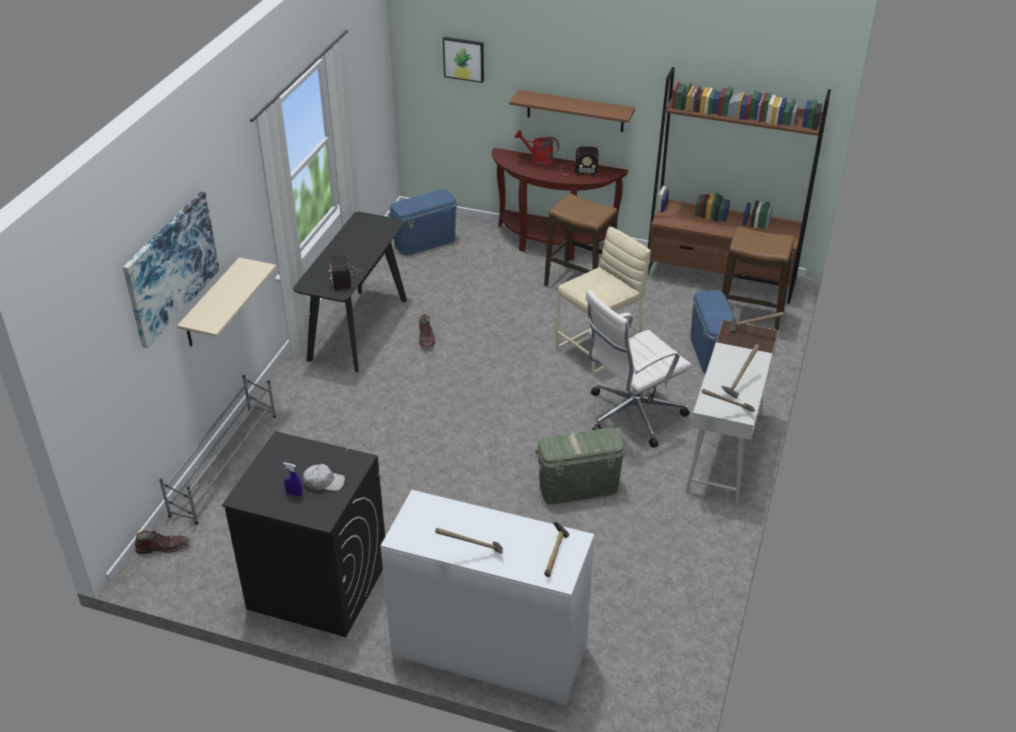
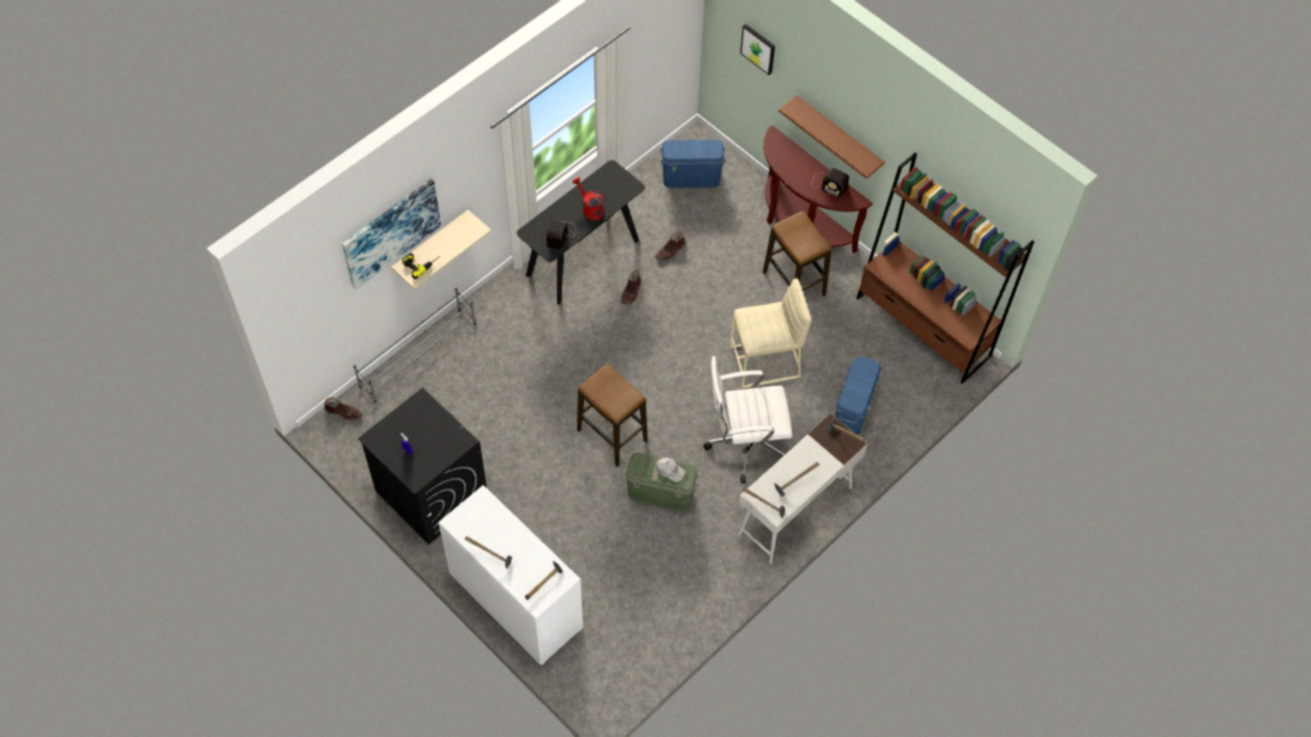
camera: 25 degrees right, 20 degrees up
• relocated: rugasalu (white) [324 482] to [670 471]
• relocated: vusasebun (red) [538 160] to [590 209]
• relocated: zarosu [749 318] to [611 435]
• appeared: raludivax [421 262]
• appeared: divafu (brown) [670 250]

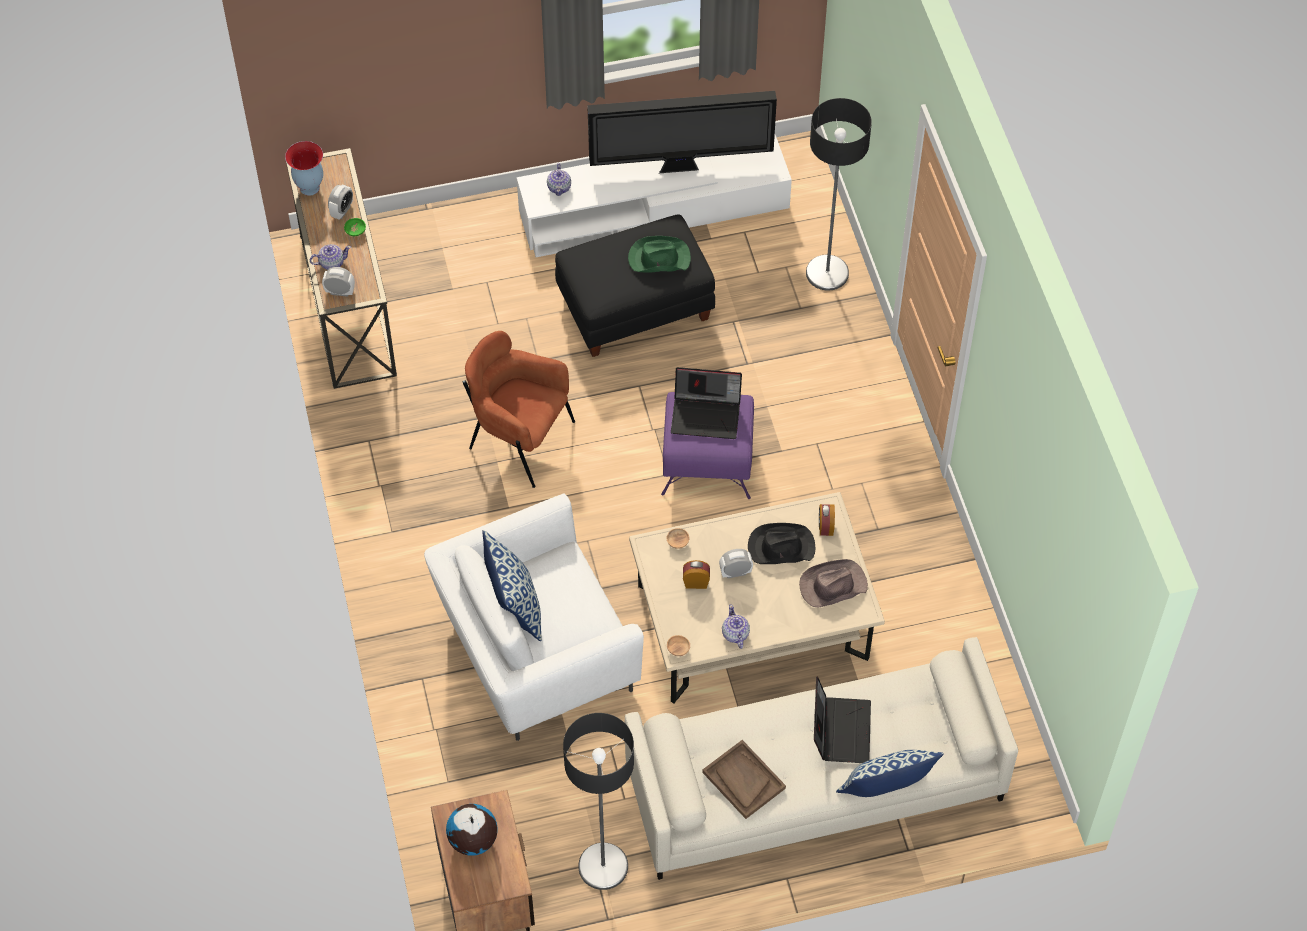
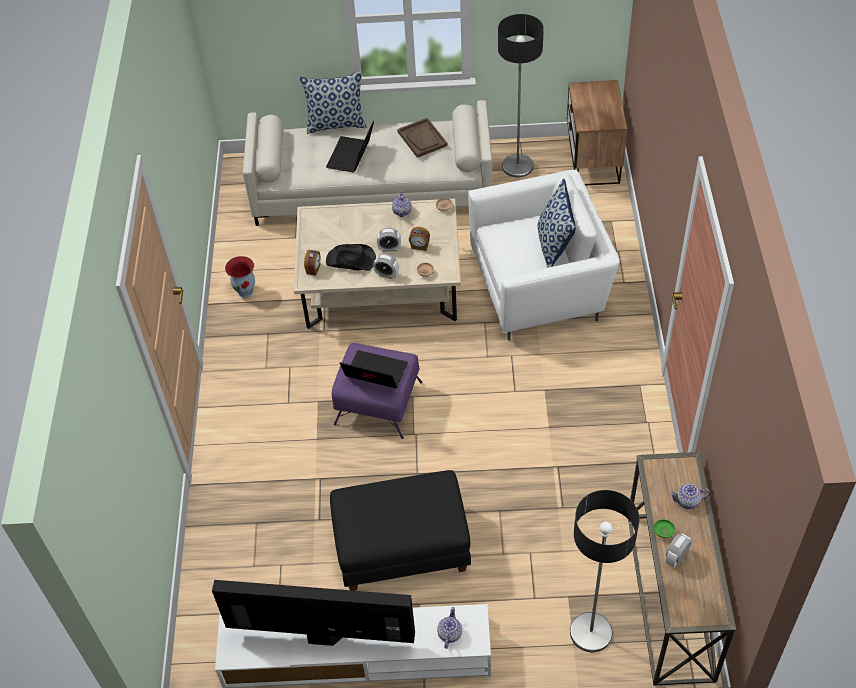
camera: 165 degrees left, 5 degrees down
• relocated: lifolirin [309 188] to [246 291]
• relocated: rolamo [340 292] to [387 274]
• missing: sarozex [473 841]
• missing: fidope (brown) [519 440]
• missing: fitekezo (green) [658 258]
• missing: fitekezo (brown) [832 585]
• relocated: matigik [827 273] to [590 632]

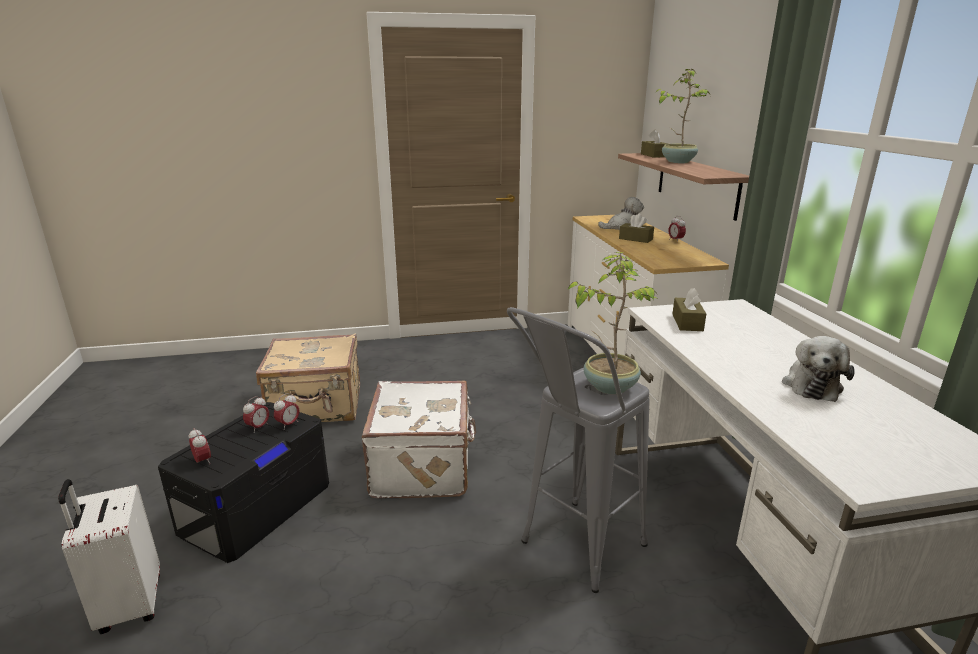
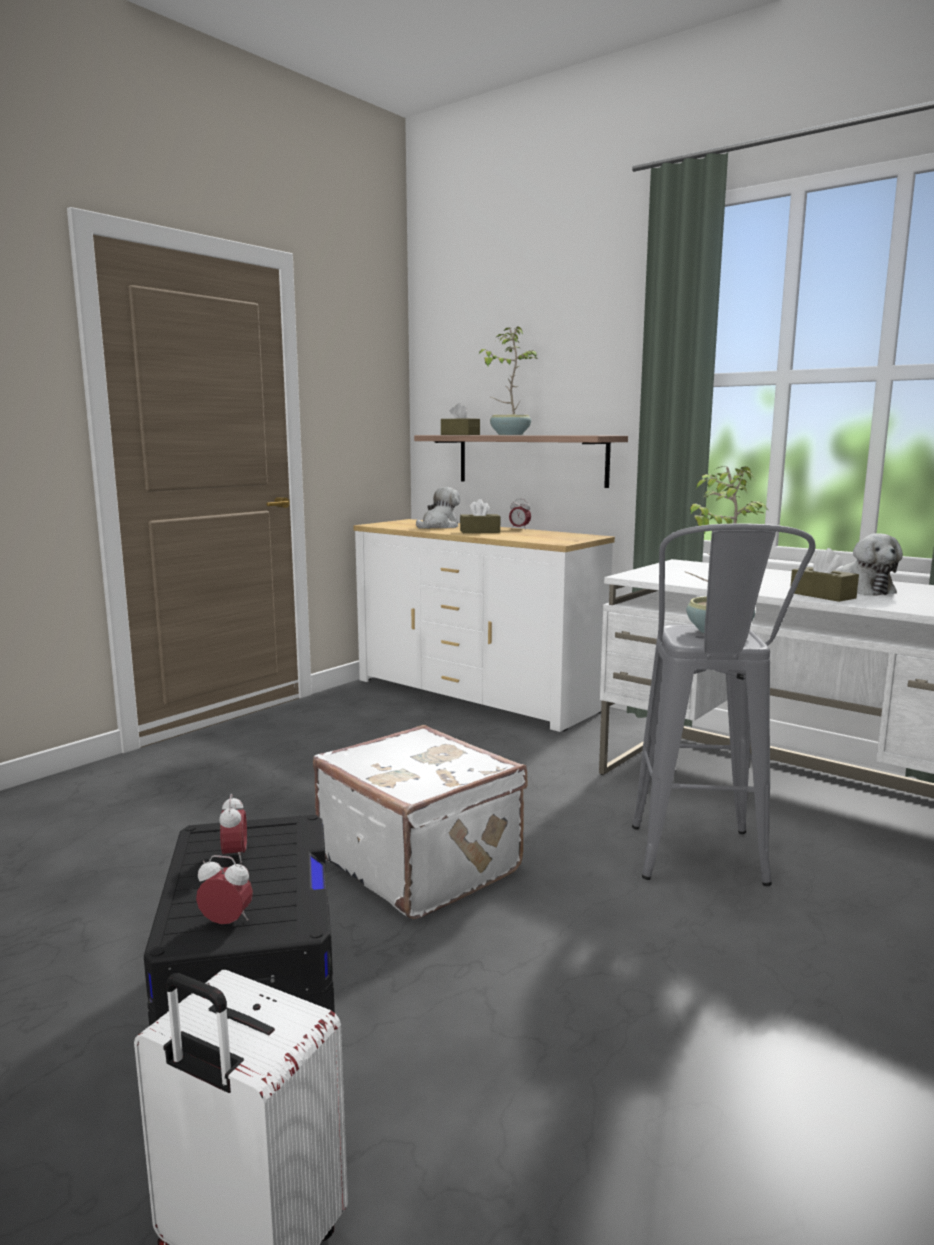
camera: 40 degrees left, 10 degrees down
• missing: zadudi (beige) [317 406]
• missing: rolamo [288 424]
• relocated: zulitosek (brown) [687 322] to [822 595]

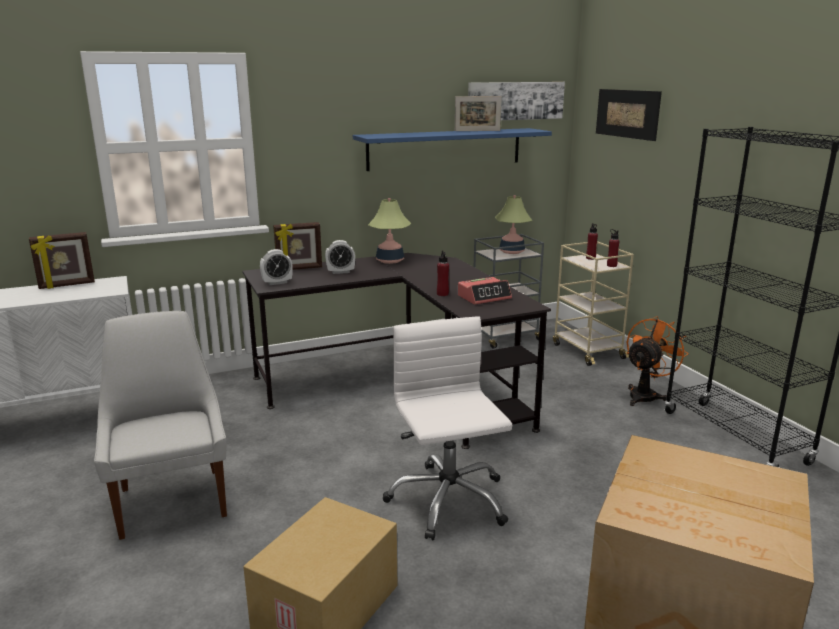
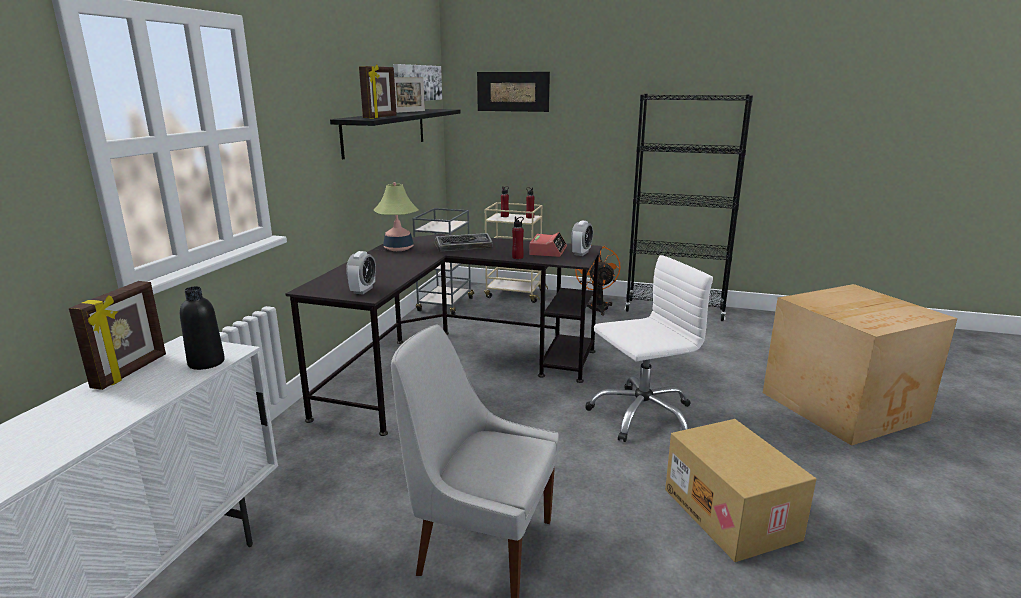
camera: 50 degrees left, 0 degrees up
• relocated: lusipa [299 269] to [381 117]
• relocated: rolamo [340 272] to [581 253]
• colour: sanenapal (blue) [445 149] to sanenapal (black) [385 131]
• spun: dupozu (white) [447 500] = [642 415] 135 degrees clockwise
• missing: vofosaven [511 251]
• appeared: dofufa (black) [206 363]
• appeared: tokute [464 247]

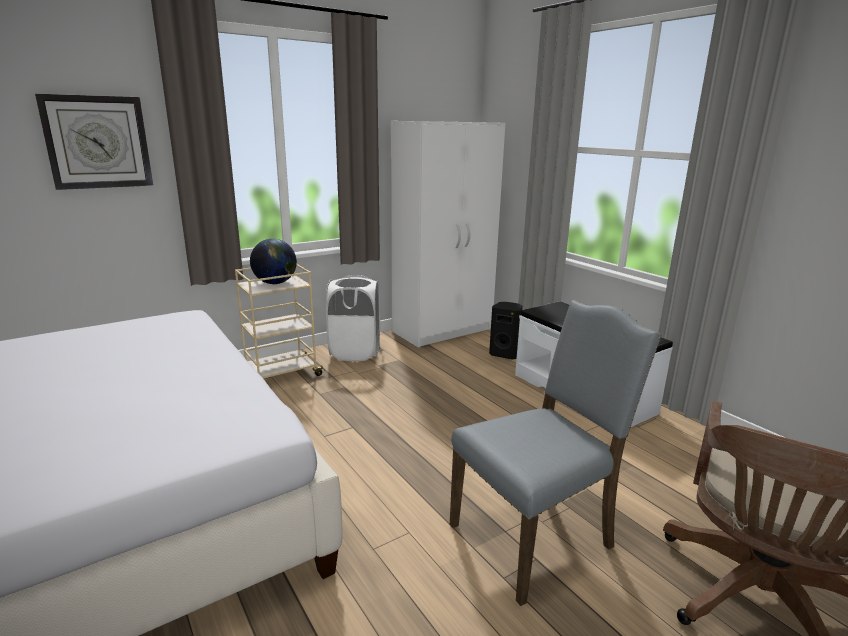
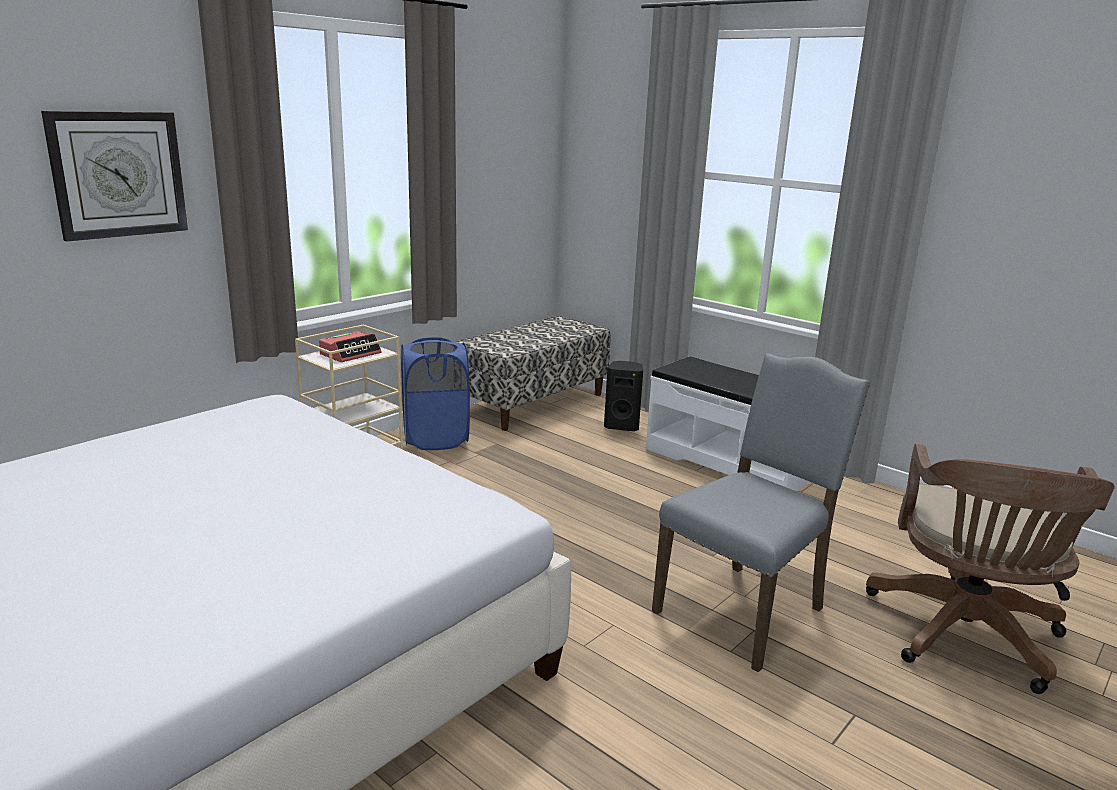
camera: 15 degrees left, 0 degrees up
• exchanged: sarozex [275 283] to rolamo [350 354]
• colour: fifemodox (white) [355 352] to fifemodox (blue) [435 438]
• exchanged: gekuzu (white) [443 330] to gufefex [533 403]

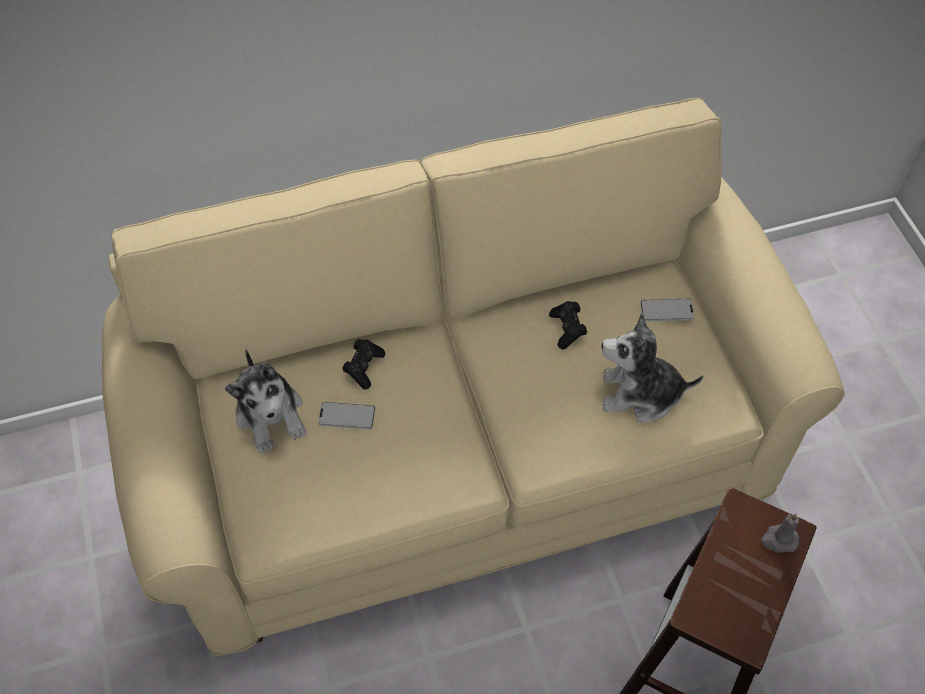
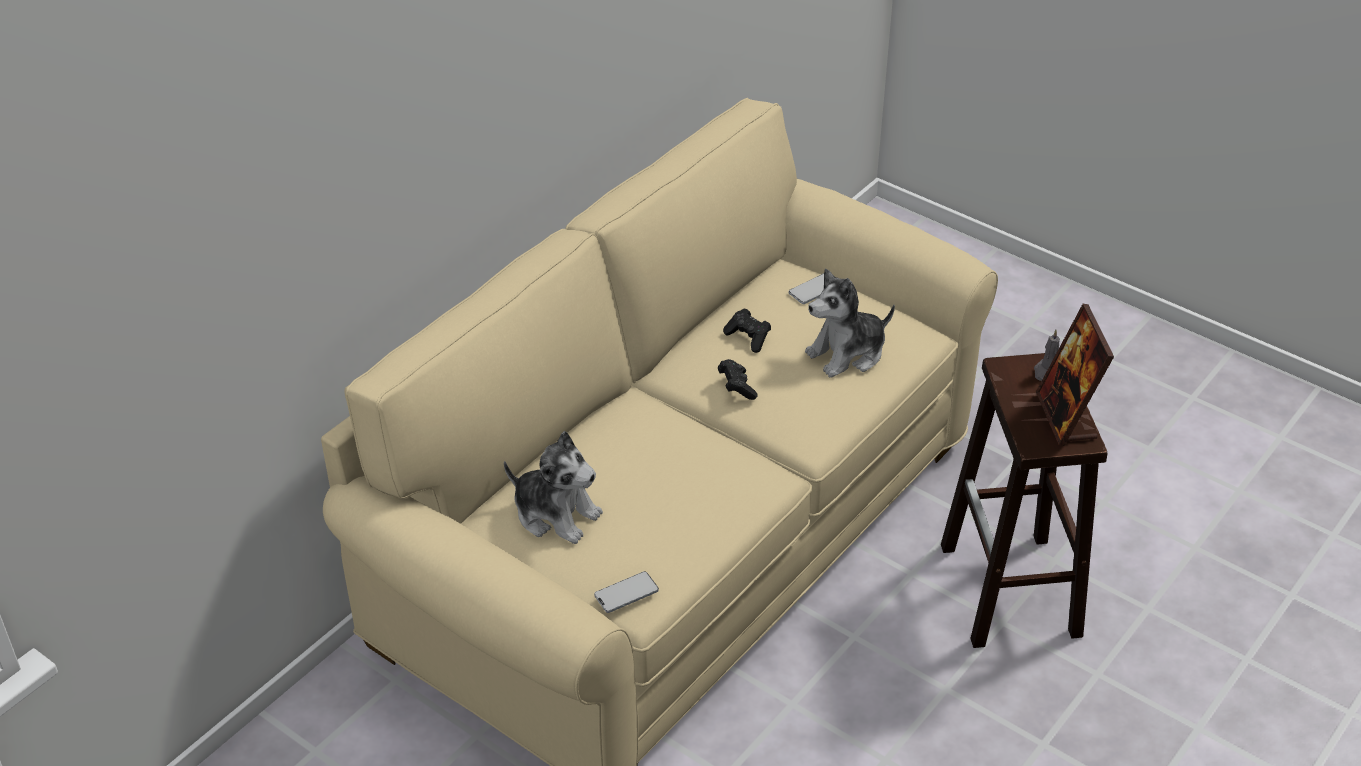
camera: 35 degrees left, 15 degrees down
• relocated: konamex [347 416] to [626 593]
• relocated: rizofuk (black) [364 368] to [736 387]
• appeared: lusipa [1066 417]

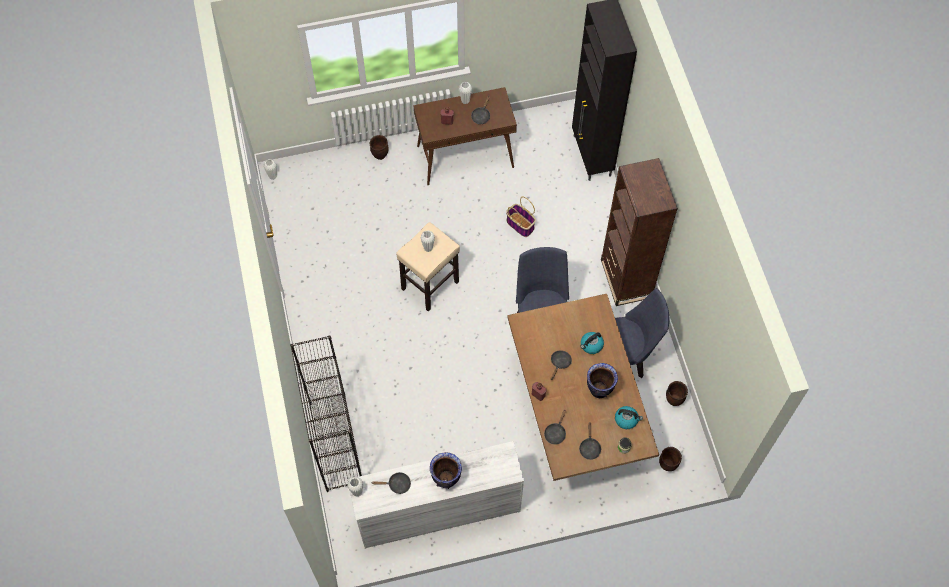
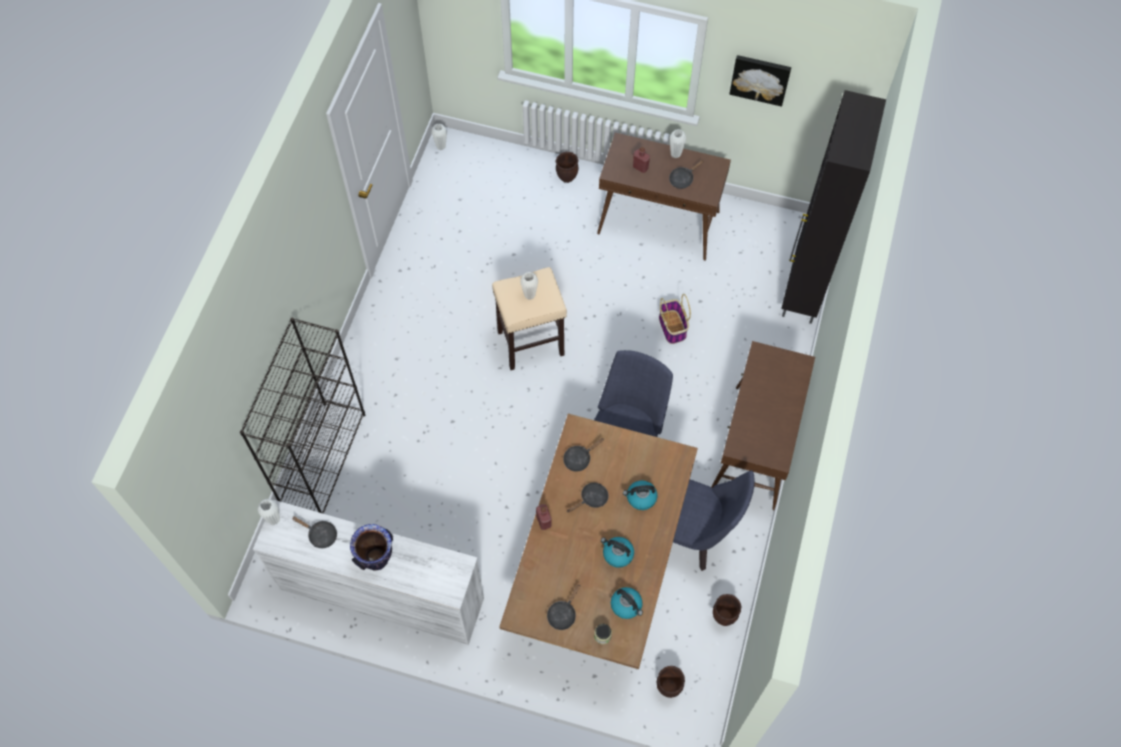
camera: 30 degrees right, 0 degrees up
• relocated: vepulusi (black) [555 432] to [579 458]
• exchanged: lifolirin [599 390] to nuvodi [617 554]
• exchanged: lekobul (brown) [625 279] to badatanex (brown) [755 448]
• appeared: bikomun [760 78]

